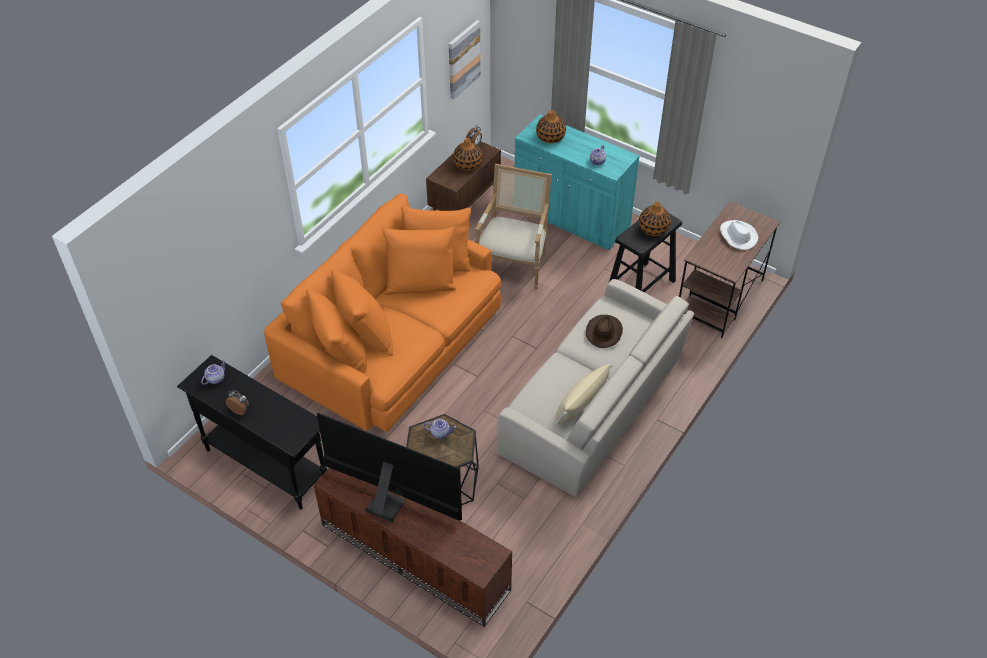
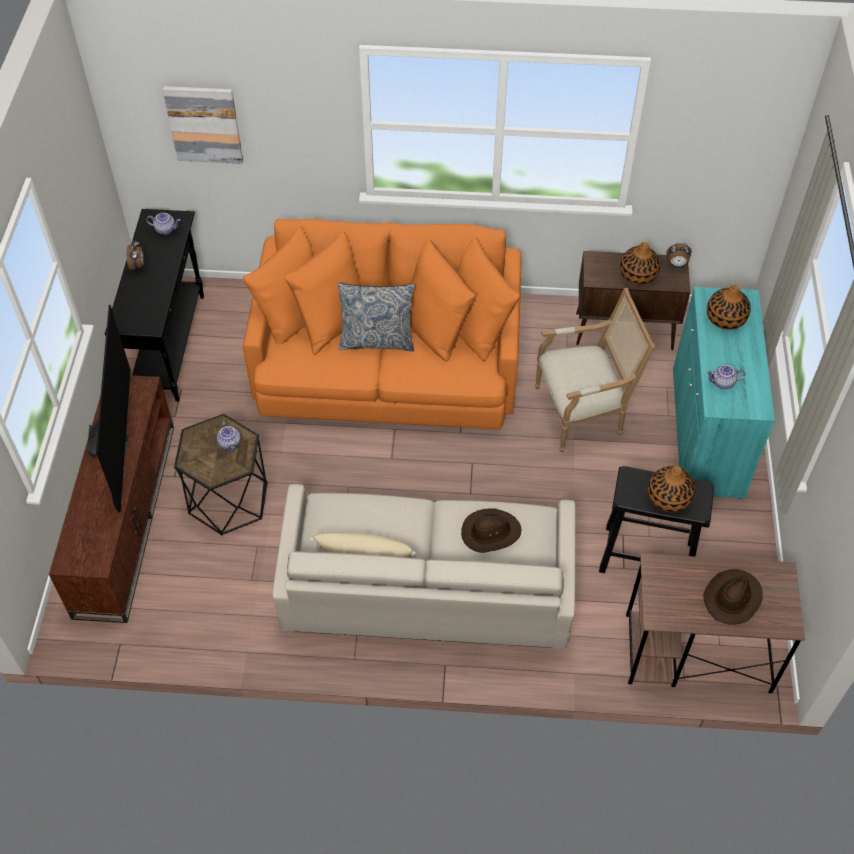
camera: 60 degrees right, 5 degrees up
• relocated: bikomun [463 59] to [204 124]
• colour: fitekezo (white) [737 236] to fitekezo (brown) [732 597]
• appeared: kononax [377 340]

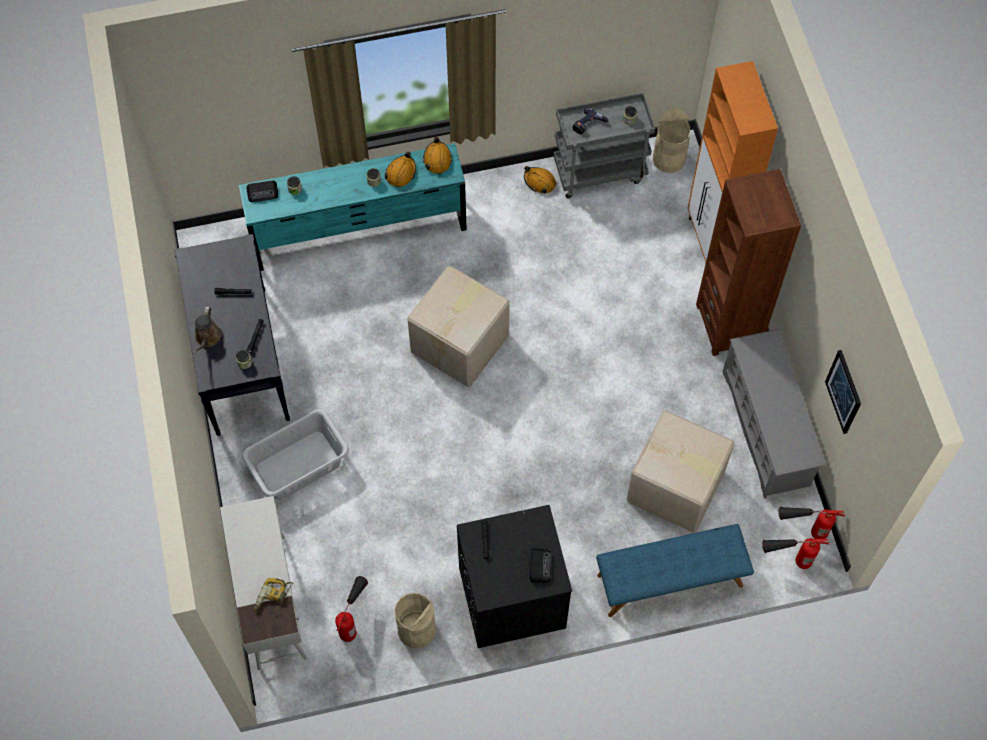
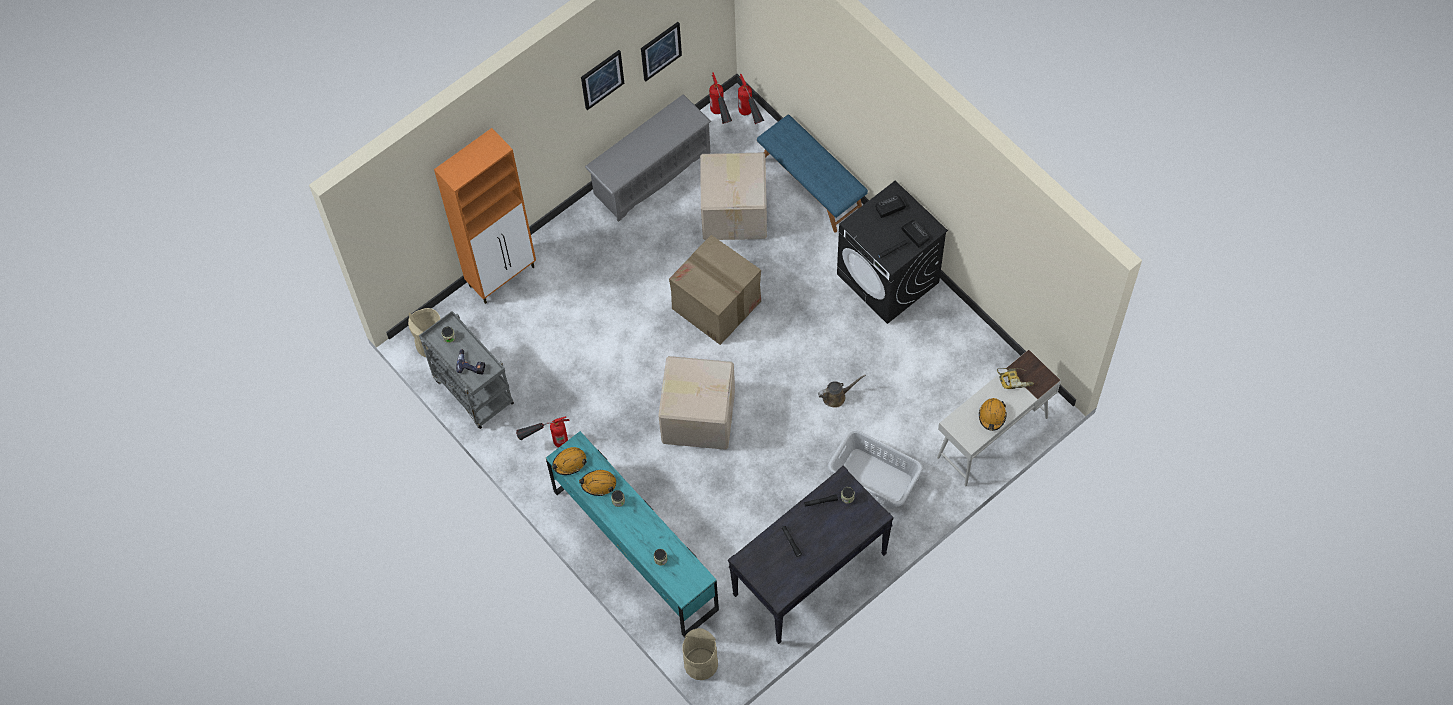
camera: 115 degrees left, 0 degrees up
• relocated: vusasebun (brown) [207 338] to [836 396]
• relocated: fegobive [263 192] to [915 234]
• relocated: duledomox [353 618] to [546 443]
• relocated: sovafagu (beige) [416 629] to [701 663]
• relocated: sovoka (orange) [539 182] to [992 416]
• missing: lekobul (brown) [729 324]
• appeared: bikomun [602 79]
• appeared: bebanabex [717 305]

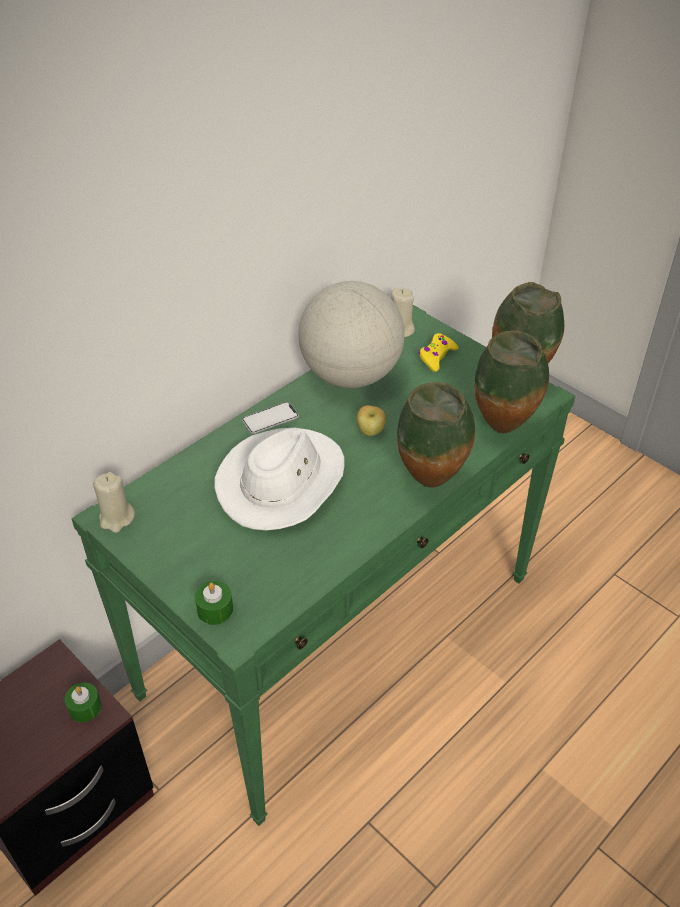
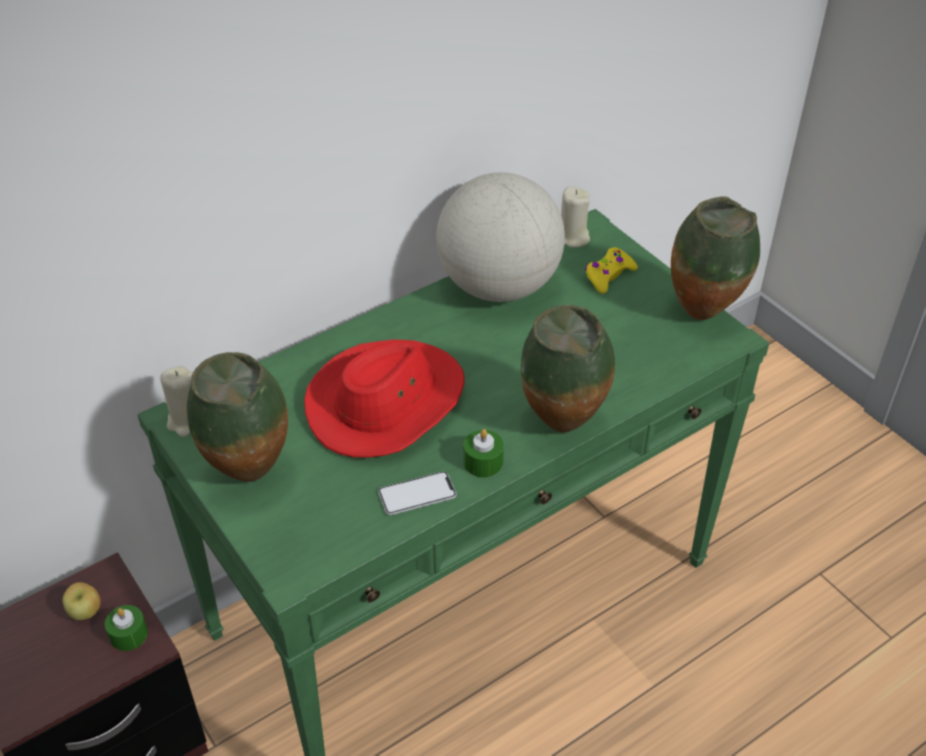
camera: 10 degrees right, 0 degrees up
• relocated: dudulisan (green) [215 609] to [483 462]
• colour: fitekezo (white) [282 481] to fitekezo (red) [386 402]
• relocated: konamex [270 419] to [417 494]
• relocated: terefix [370 432] to [86 612]
• relocated: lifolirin [503 430] to [251 477]

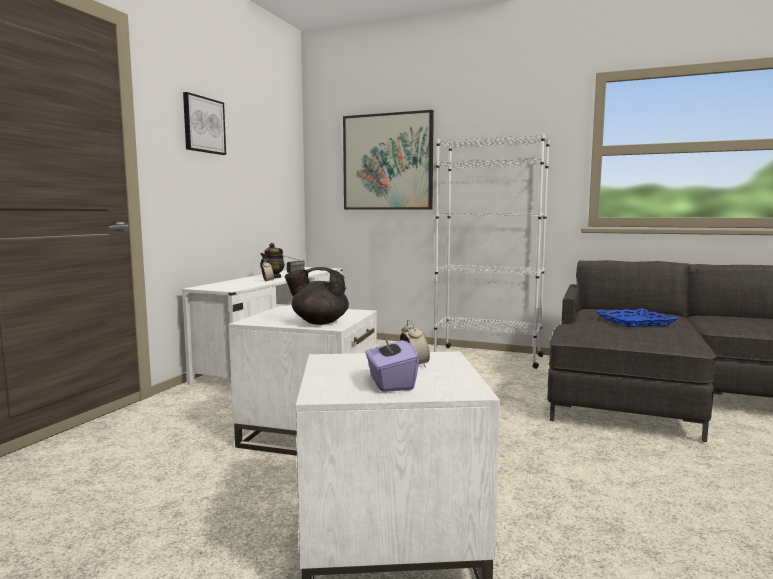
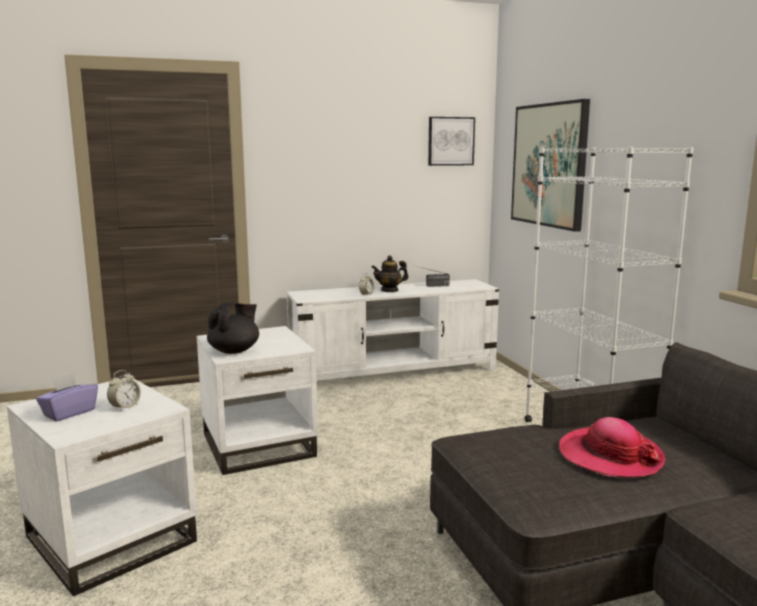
camera: 50 degrees right, 5 degrees up
• relocated: bikomun [203 125] to [450 141]
• spun: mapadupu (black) [319 322] = [235 351] 75 degrees clockwise
• exchanged: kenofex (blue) [635 322] to fitekezo [610 456]

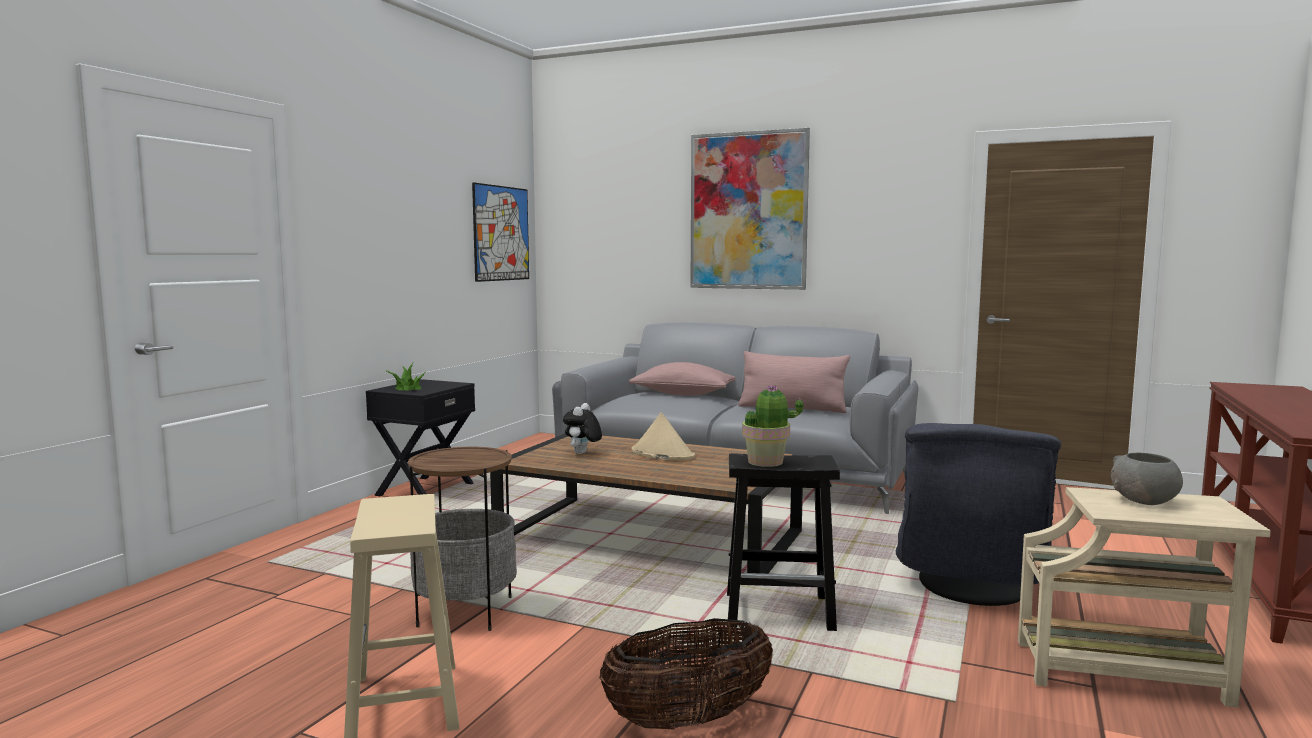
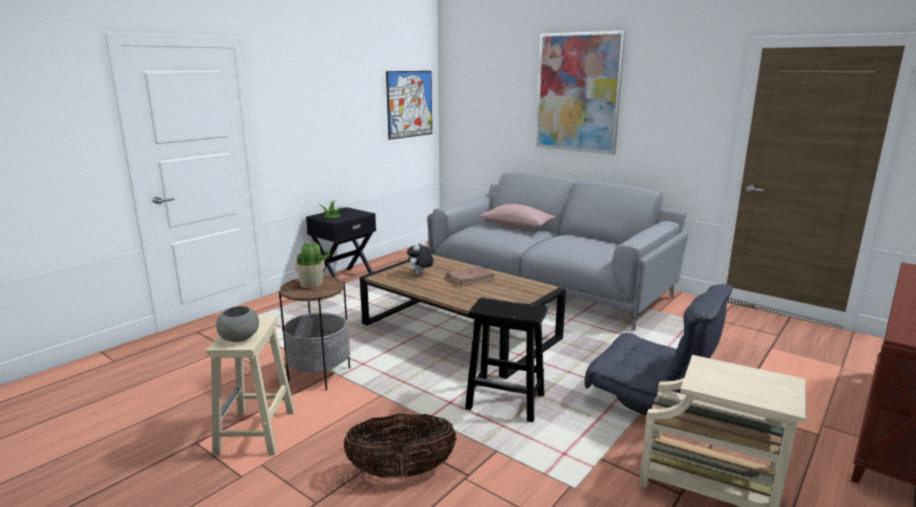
camera: 15 degrees right, 10 degrees up
• exchanged: fitekezo (beige) [662 454] to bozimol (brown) [471 278]
• missing: kononax (pink) [792 408]
• relocated: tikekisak [766 462] to [311 284]
• spun: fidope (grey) [969 586] = [650 399] 90 degrees counterclockwise
• relocated: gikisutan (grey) [1144 501] to [239 338]

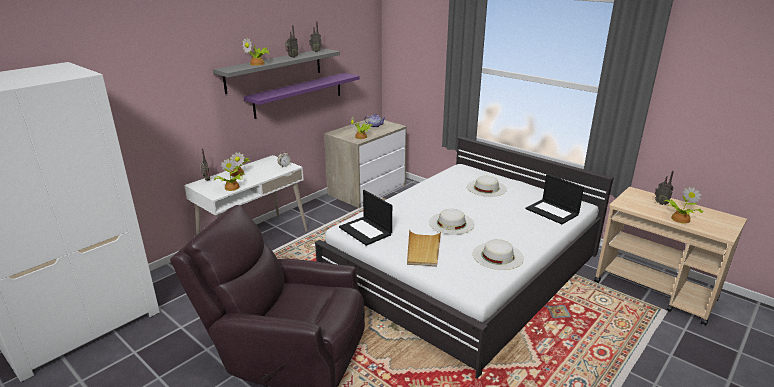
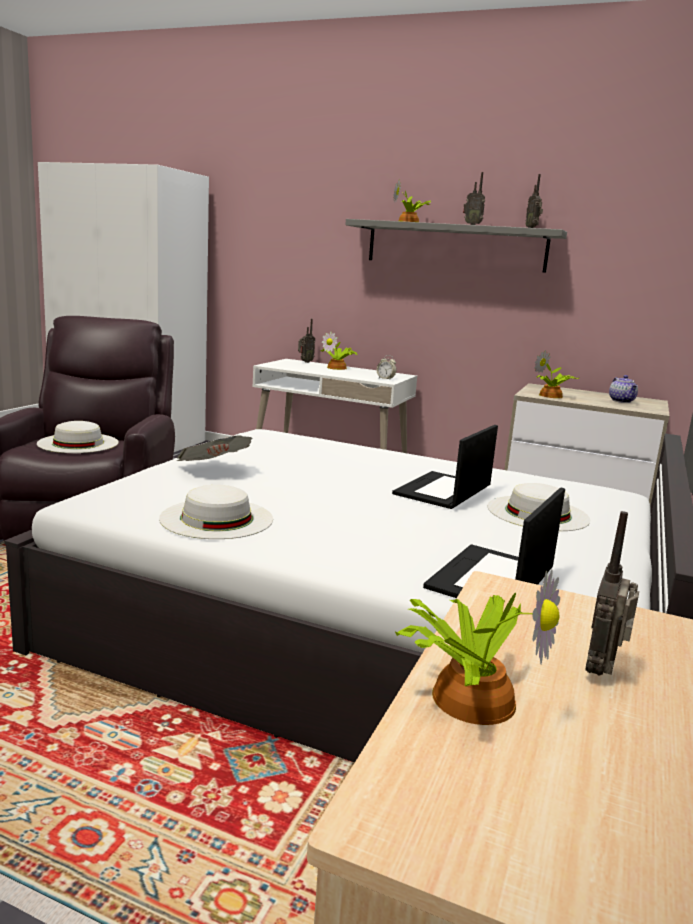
camera: 70 degrees right, 10 degrees down
• missing: tikekisak [231 188]
• missing: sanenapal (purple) [299 94]
• relocated: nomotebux [366 231] to [443 491]
• exchanged: kenofex (beige) [423 250] to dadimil [213 469]
• relocated: fitekezo (white) [451 223] to [78 443]

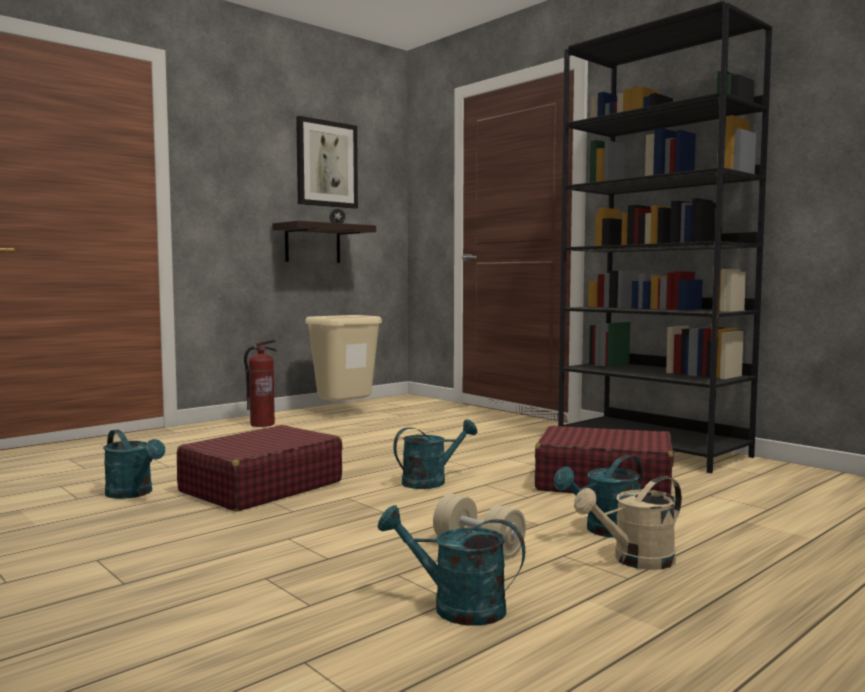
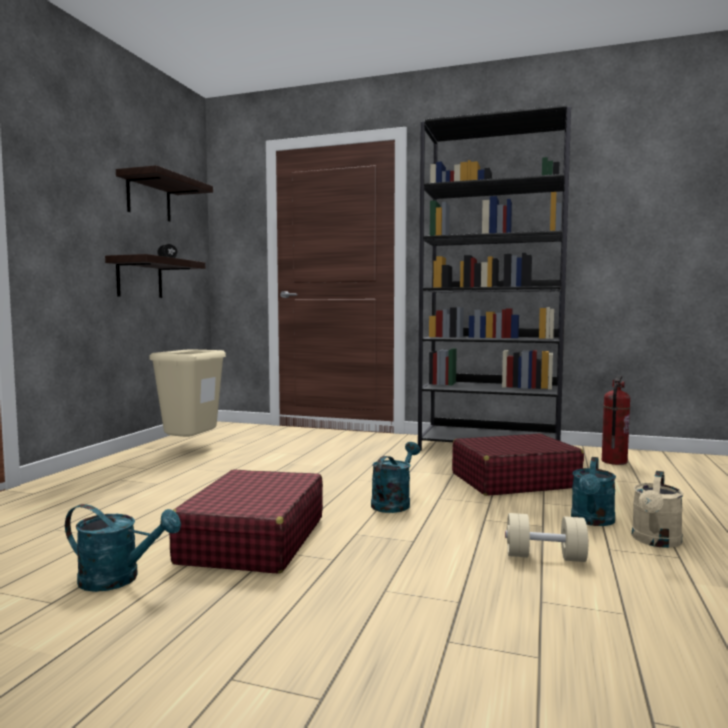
camera: 30 degrees left, 0 degrees up
• relocated: duledomox [262 424] to [613 461]
• exchanged: bikomun [326 164] to sanenapal [148 198]
• missing: vusasebun (turquoise) [456 607]

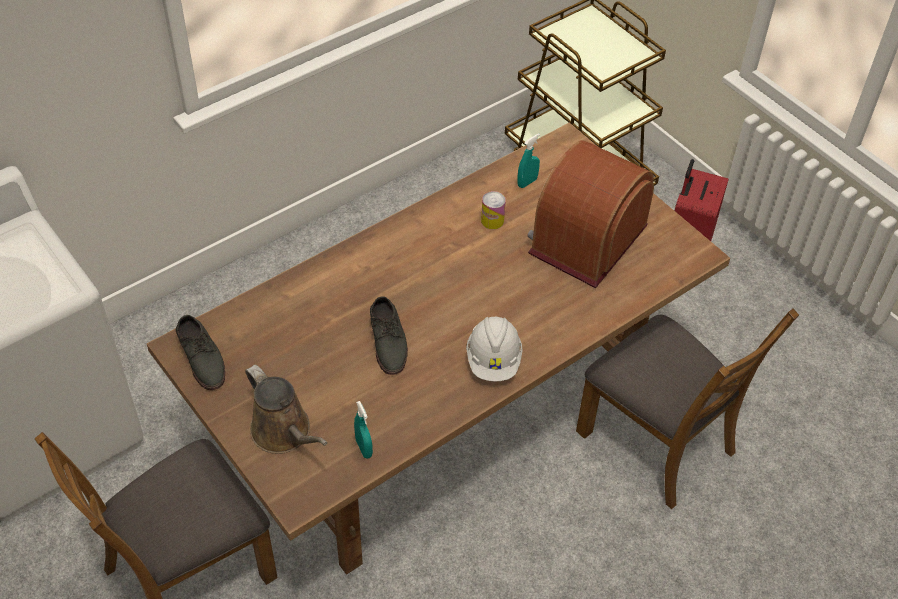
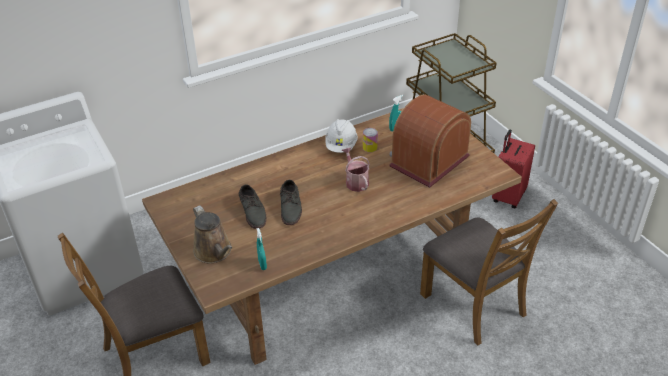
camera: 10 degrees right, 10 degrees down
• relocated: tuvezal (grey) [202 357] to [253 211]
• relocated: sovoka (white) [493 360] to [341 146]
• appeared: vusasebun [355 181]

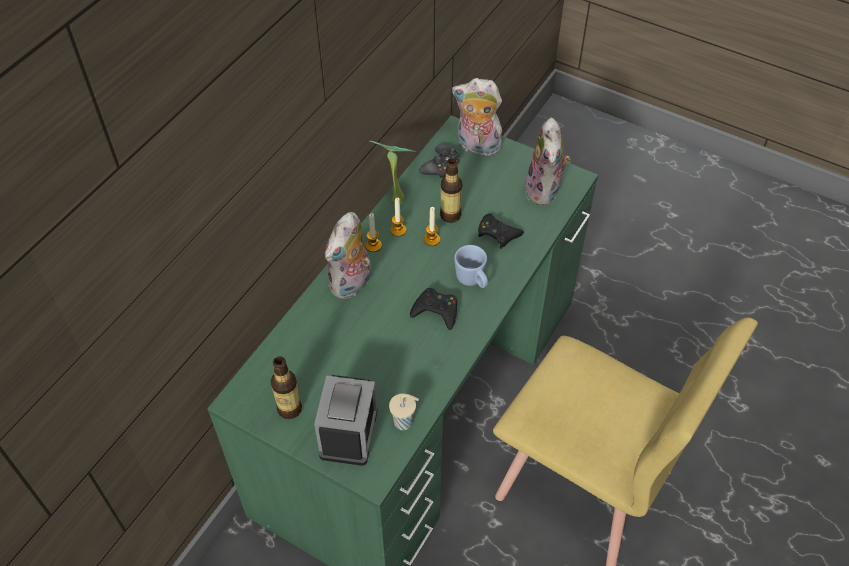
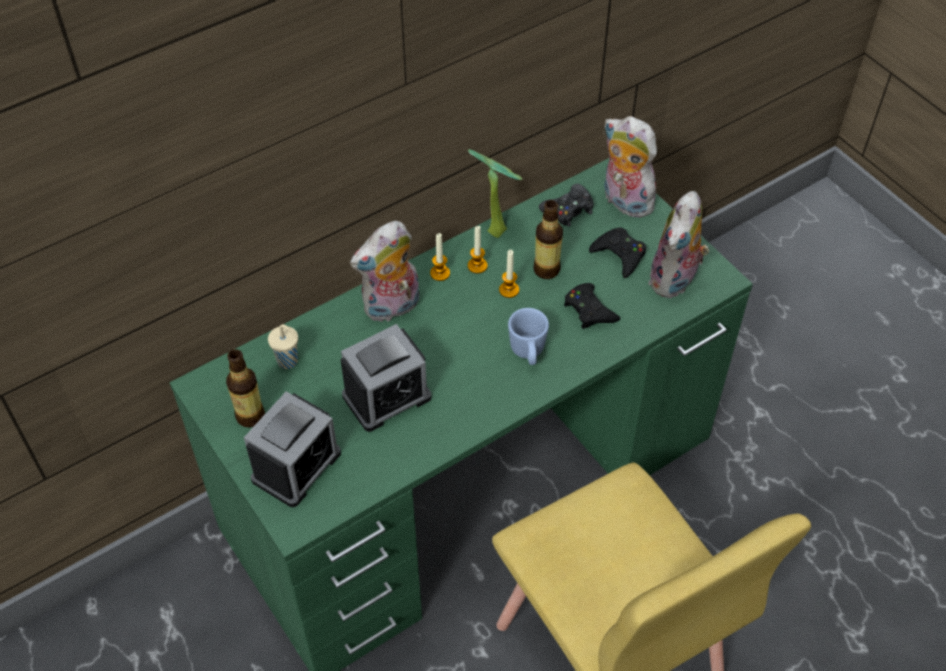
camera: 25 degrees right, 0 degrees up
• relocated: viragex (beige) [404 422] to [289 361]
• relocated: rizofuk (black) [436 311] to [619 255]
• appeared: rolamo [387 396]

